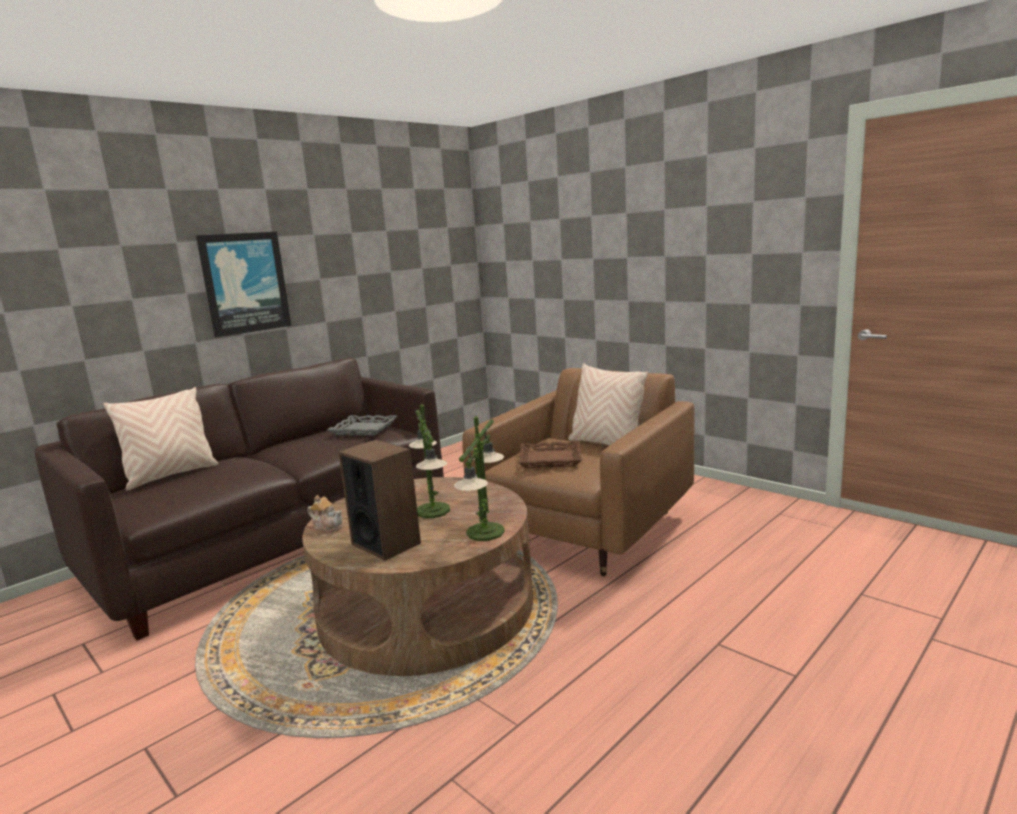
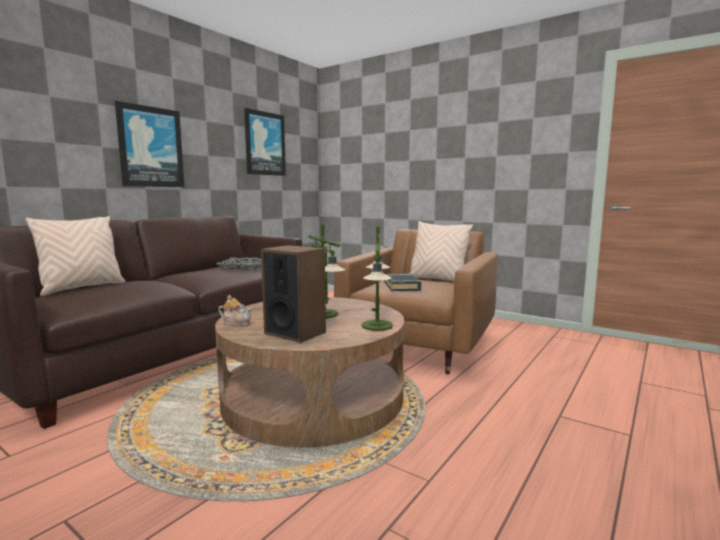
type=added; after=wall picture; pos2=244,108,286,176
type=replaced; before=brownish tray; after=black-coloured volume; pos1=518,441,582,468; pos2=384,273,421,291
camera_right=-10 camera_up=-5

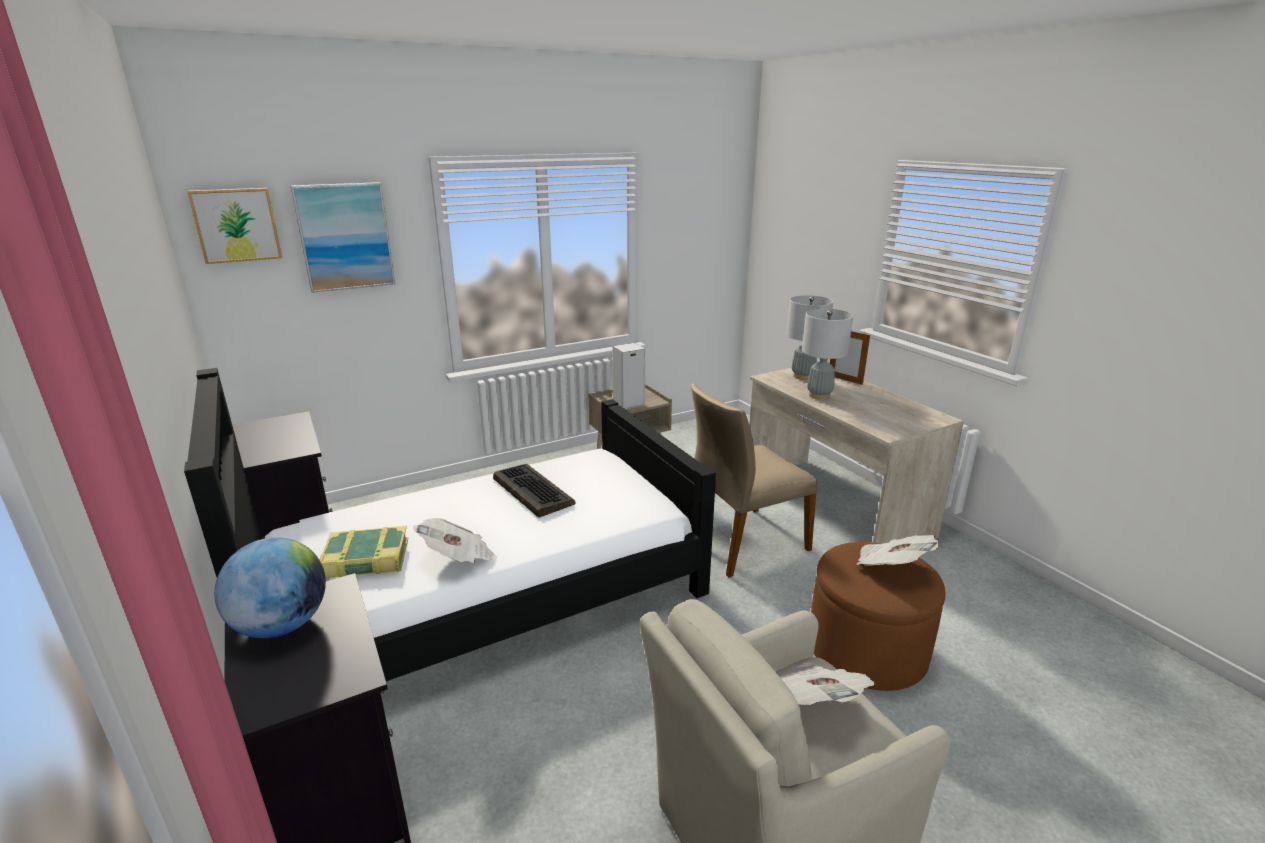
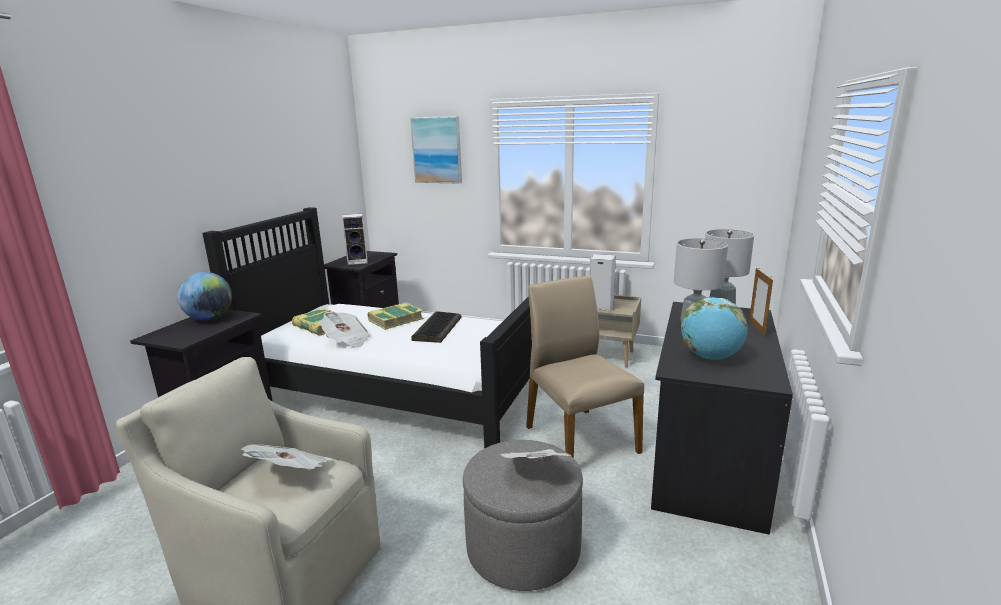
type=removed; before=wall picture; pos1=187,188,282,264
type=added; after=audio speaker; pos2=342,214,368,265
type=added; after=volume; pos2=368,302,424,330
type=added; after=world globe; pos2=681,297,748,360
type=recoloured; before=beige-coloured desk table; after=black-coloured desk table; pos1=749,368,964,544; pos2=651,302,793,535
type=recoloured; before=brownish ottoman; after=grey ottoman; pos1=811,542,946,691; pos2=463,440,583,591
type=turned; before=beige-coloured chair; pos1=691,383,817,578; pos2=526,276,644,458; turn=45
camera_right=50 camera_up=-5

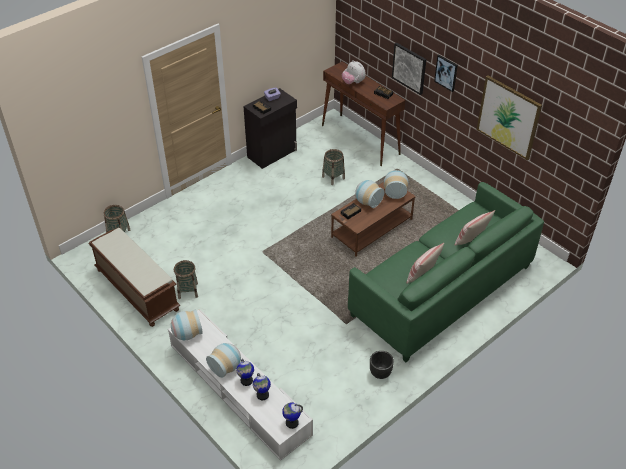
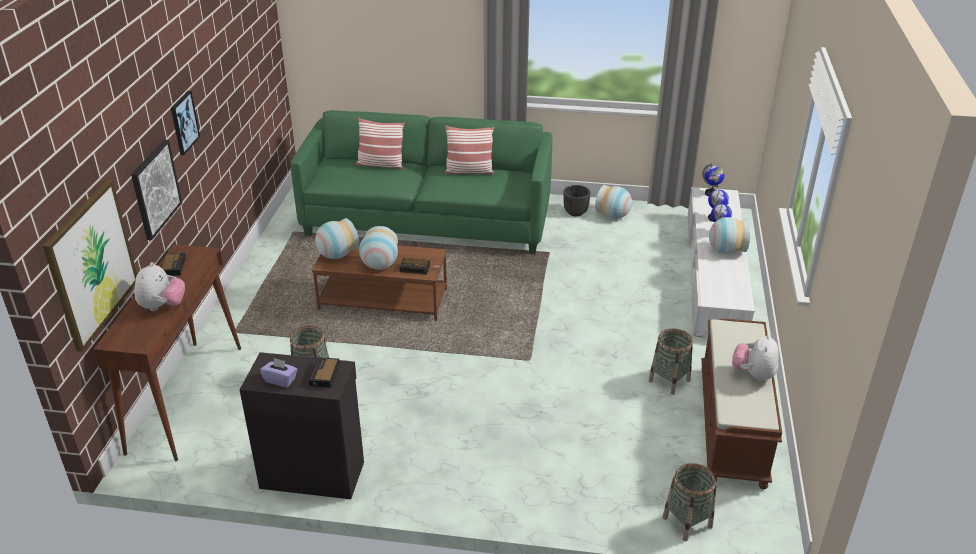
type=added; after=plush toy; pos2=732,334,779,381
type=moved; before=decorative vase; pos1=171,309,203,340; pos2=595,185,632,219
type=moved; before=wall picture; pos1=477,76,542,160; pos2=43,180,137,352
camera_right=-130 camera_up=-10

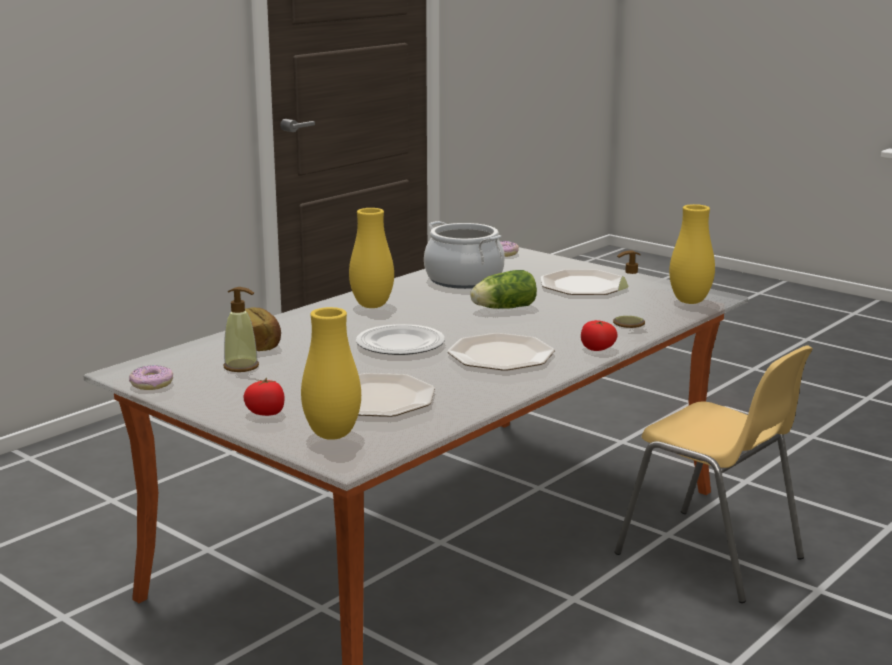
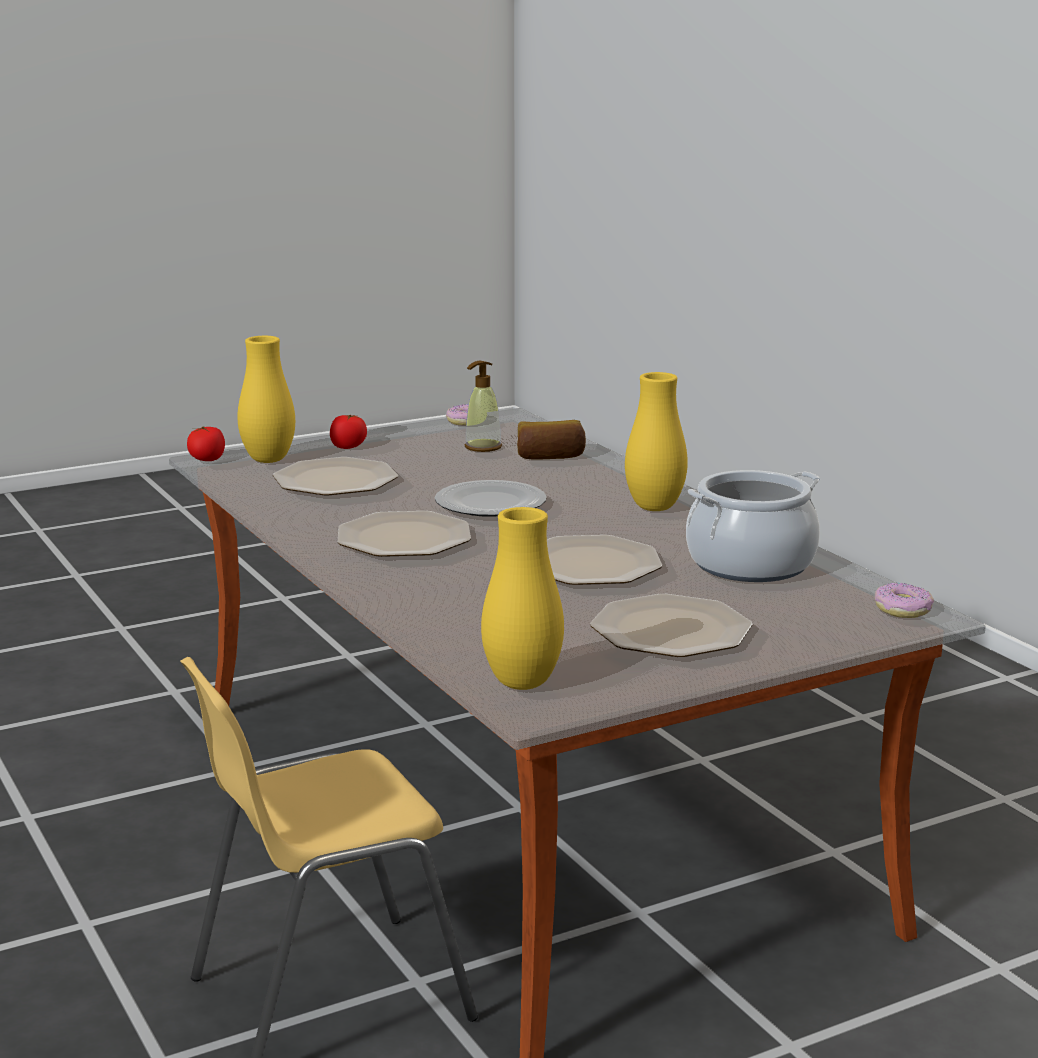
type=removed; before=liquid soap bottle; pos1=613,250,645,328
type=moved; before=fresh tomato; pos1=581,320,618,351; pos2=187,427,225,461
type=replaced; before=lettuce; after=dinner plate; pos1=470,270,537,309; pos2=547,535,662,585
camera_right=110 camera_up=0

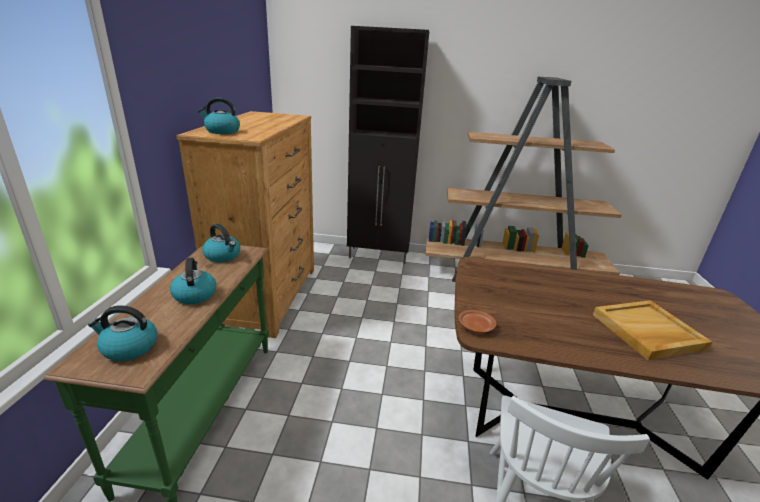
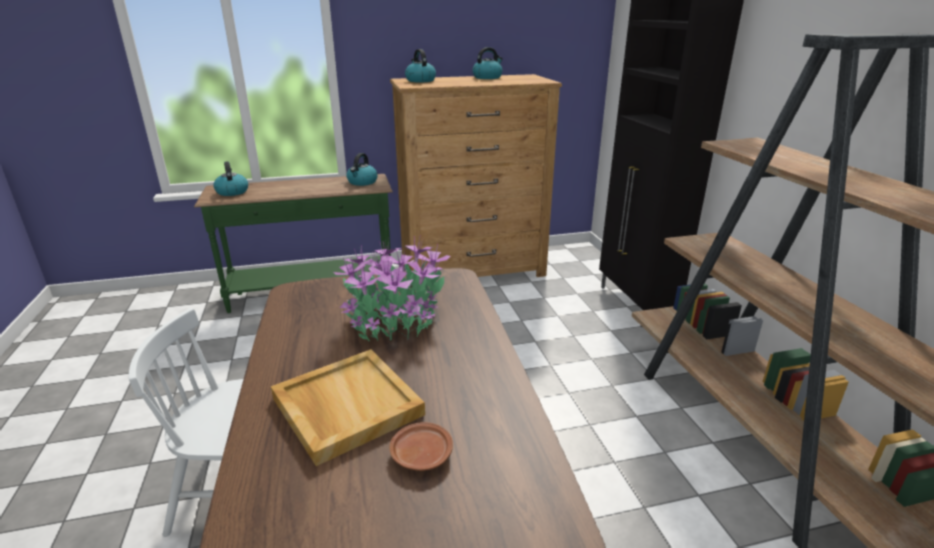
type=added; after=potted plant; pos2=334,237,451,341
type=moved; before=kettle; pos1=170,258,216,304; pos2=473,47,503,79
type=moved; before=brownish dinner plate; pos1=459,310,497,333; pos2=390,422,453,471
camera_right=70 camera_up=0

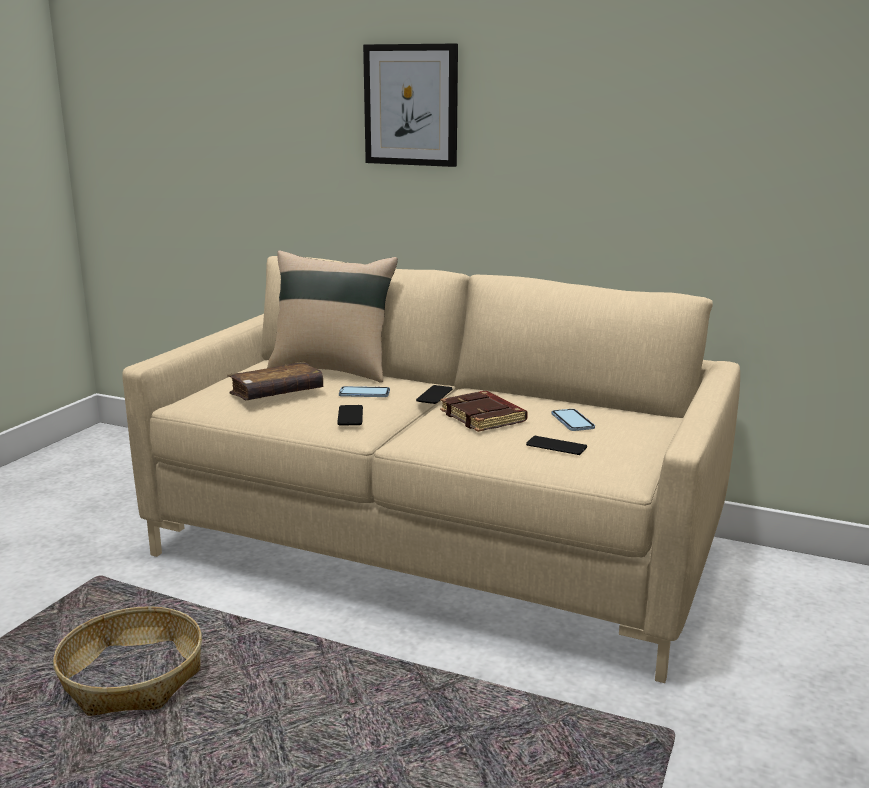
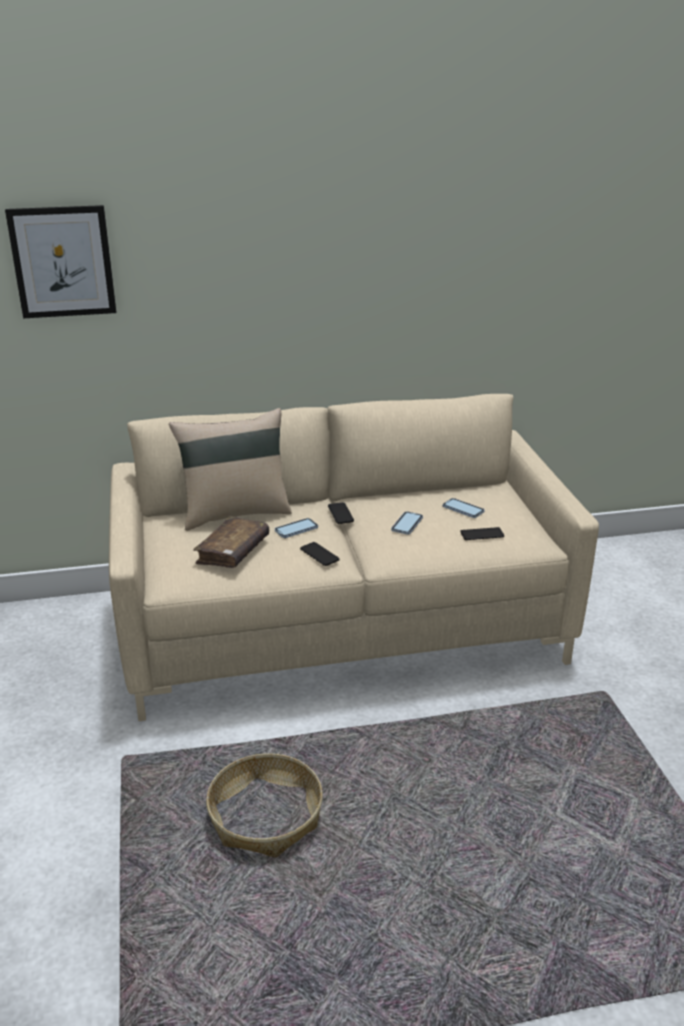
type=moved; before=wall picture; pos1=363,44,458,167; pos2=5,205,116,318
type=replaced; before=brownish volume; after=handset; pos1=440,391,528,432; pos2=391,512,423,535
camera_right=-35 camera_up=10

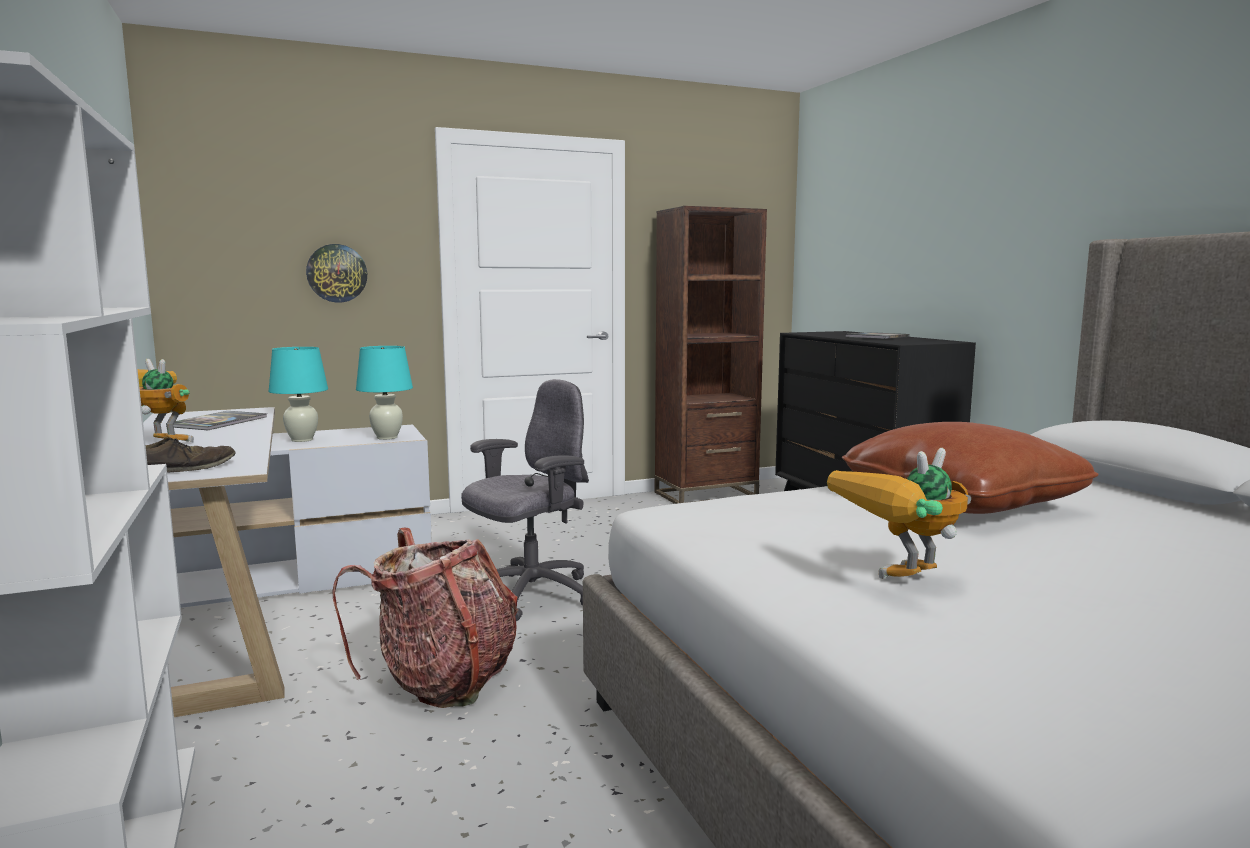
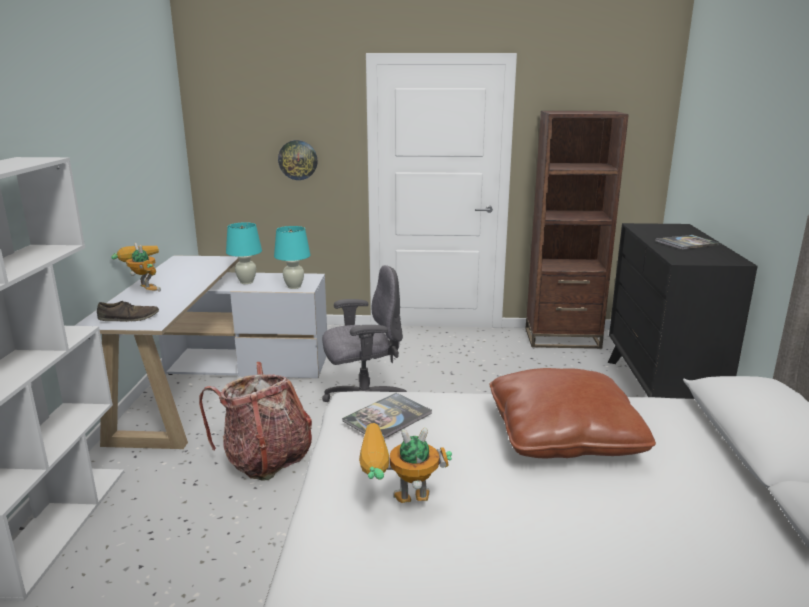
type=moved; before=volume; pos1=166,411,267,430; pos2=342,393,432,439
camera_right=25 camera_up=10

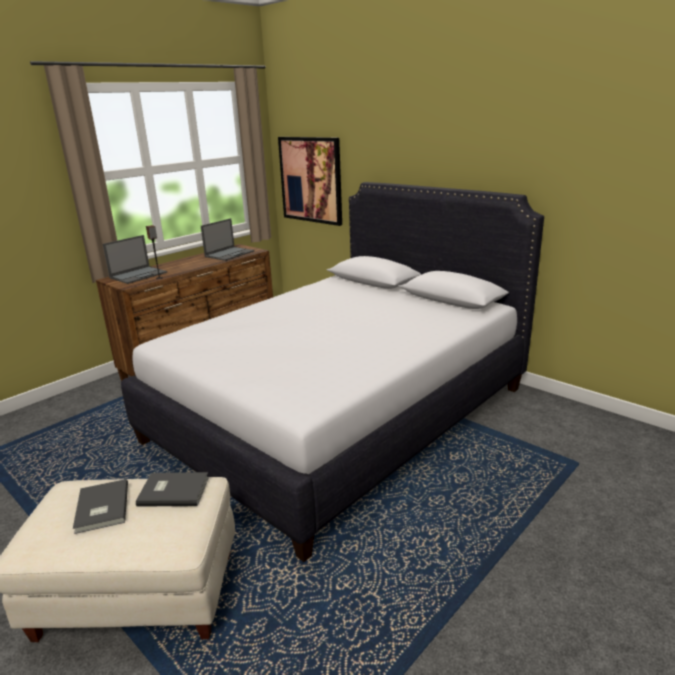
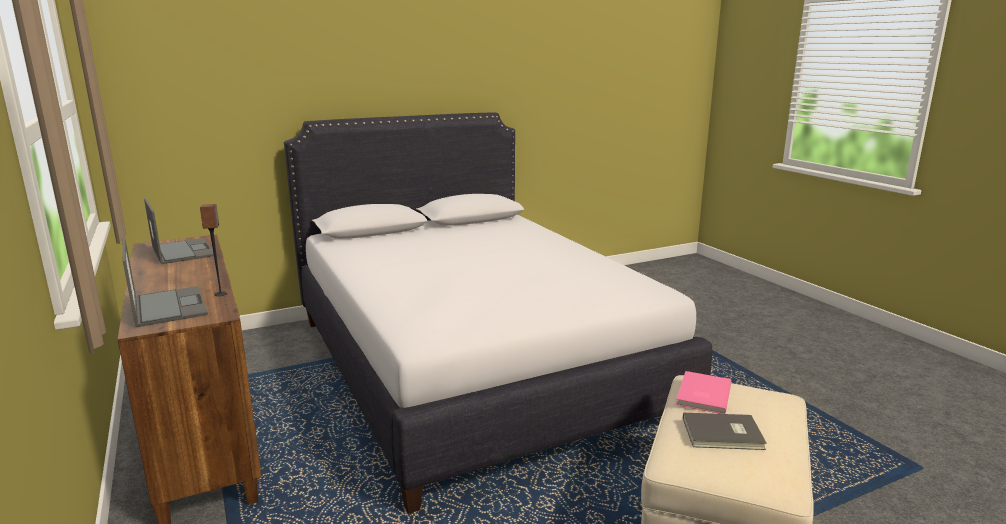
type=removed; before=wall picture; pos1=278,137,342,226
type=recoloured; before=grey volume; after=pink-coloured volume; pos1=136,472,209,507; pos2=676,371,731,414
camera_right=-70 camera_up=-5

